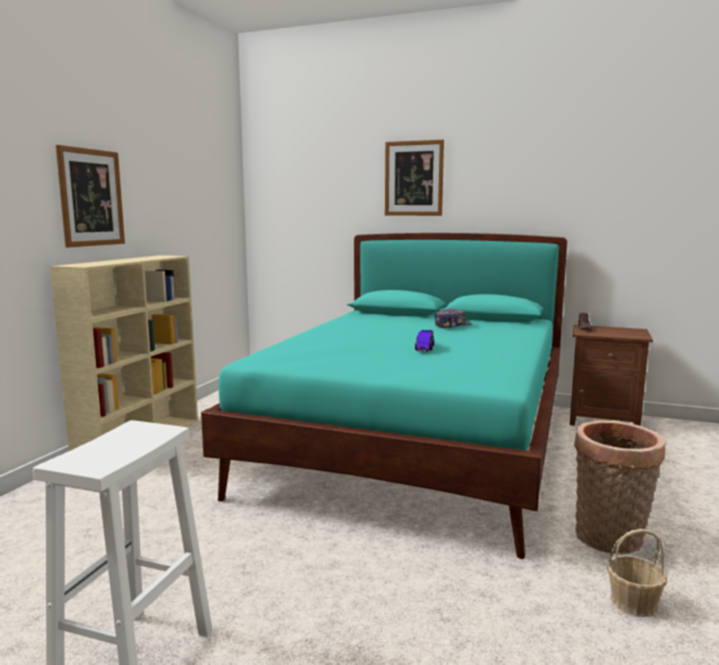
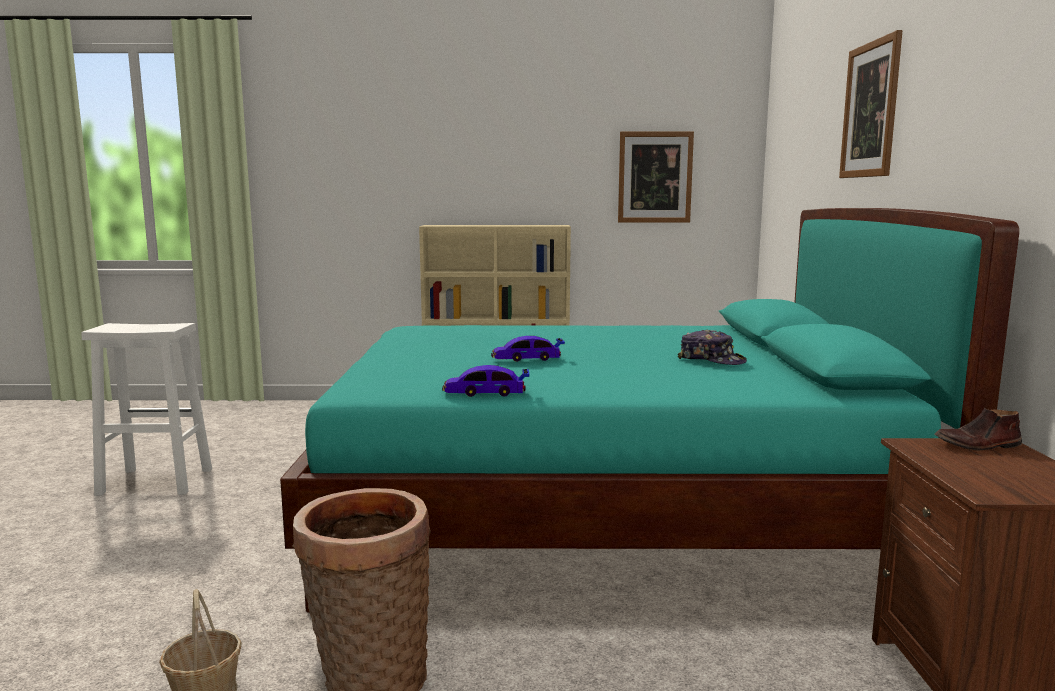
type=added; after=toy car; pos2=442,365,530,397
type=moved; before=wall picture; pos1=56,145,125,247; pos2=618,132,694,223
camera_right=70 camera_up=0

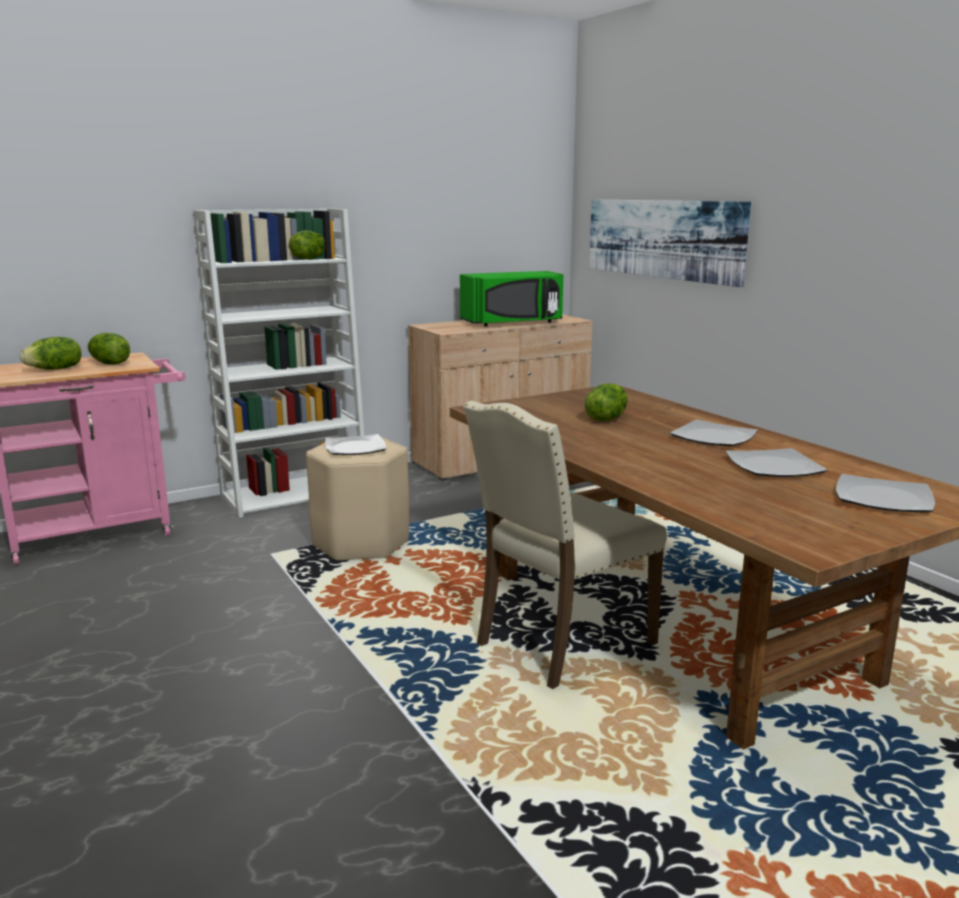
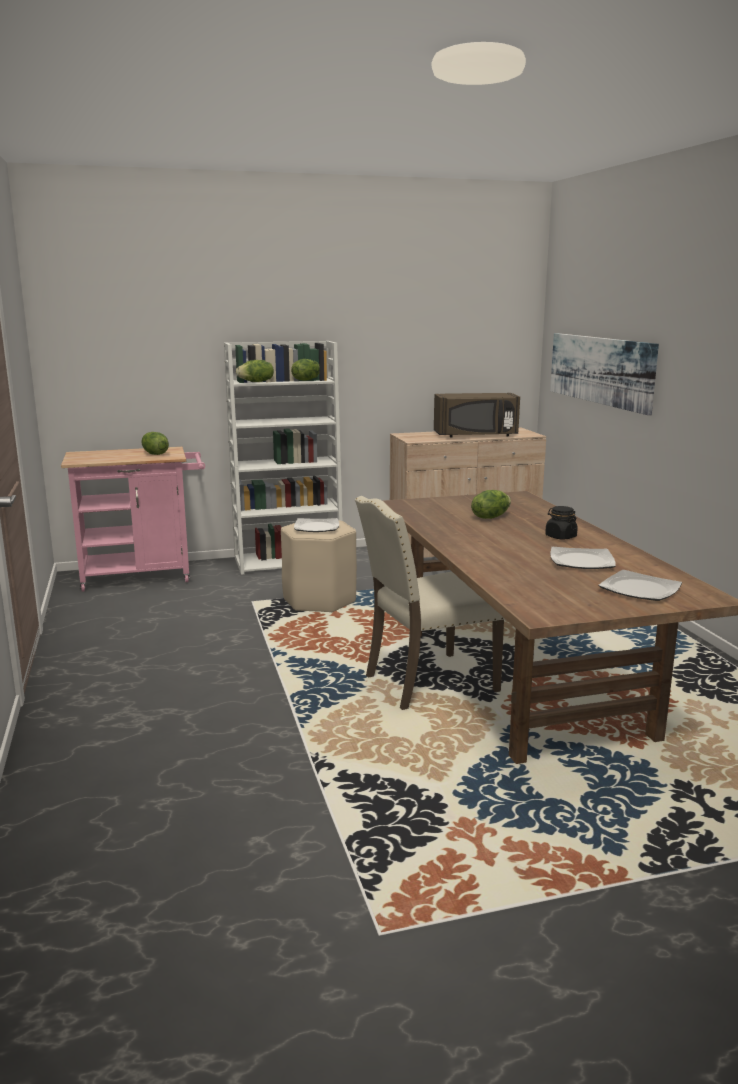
type=moved; before=lettuce; pos1=20,337,82,369; pos2=236,360,274,382
type=replaced; before=dinner plate; after=black-coloured jar; pos1=670,419,758,446; pos2=545,506,578,540
type=recoloured; before=green microwave oven; after=brownish microwave oven; pos1=460,271,563,326; pos2=434,393,520,438
camera_right=15 camera_up=0

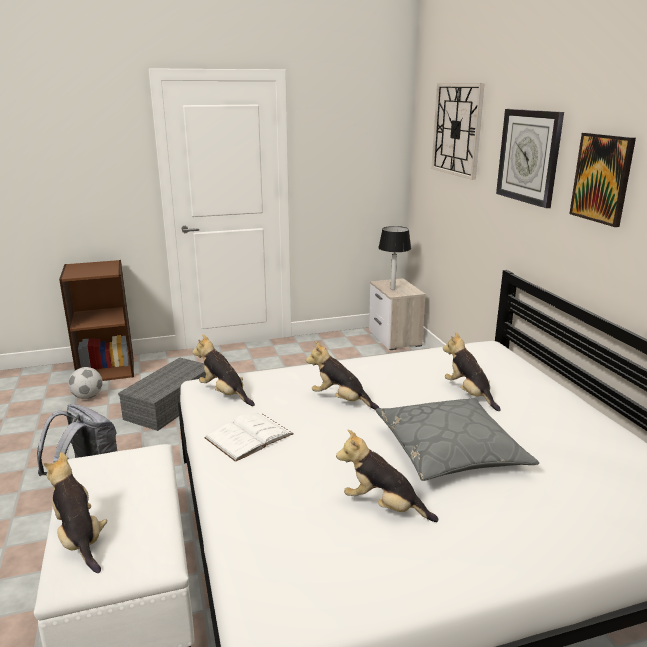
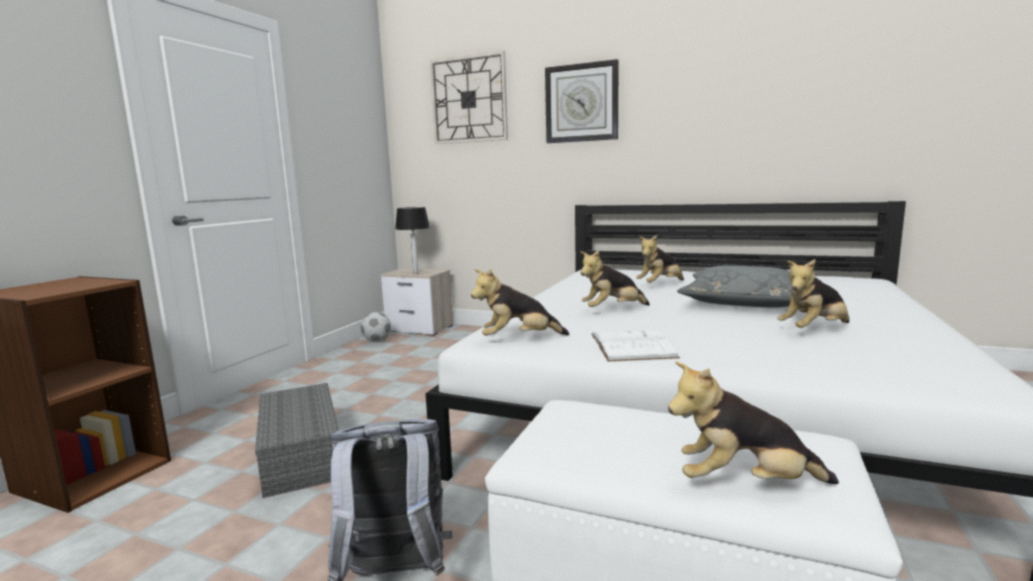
type=removed; before=wall picture; pos1=569,133,636,227
type=moved; before=ball for football; pos1=68,367,103,399; pos2=360,312,391,342
type=turned; before=plush toy; pos1=443,332,501,411; pos2=636,235,684,282; turn=-45
camera_right=-50 camera_up=-10

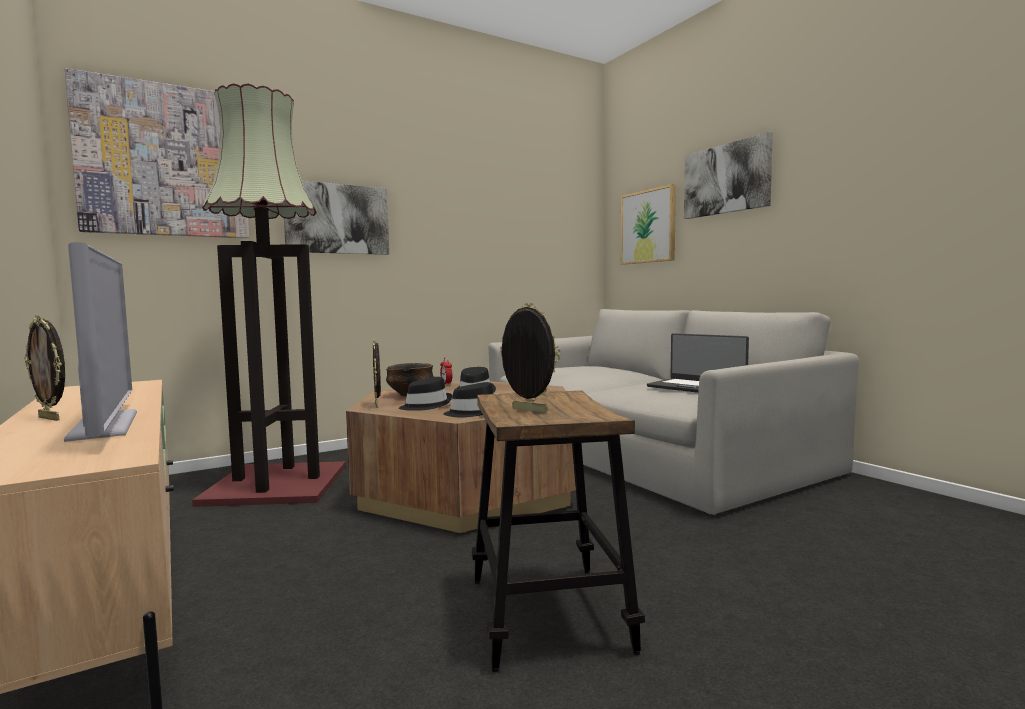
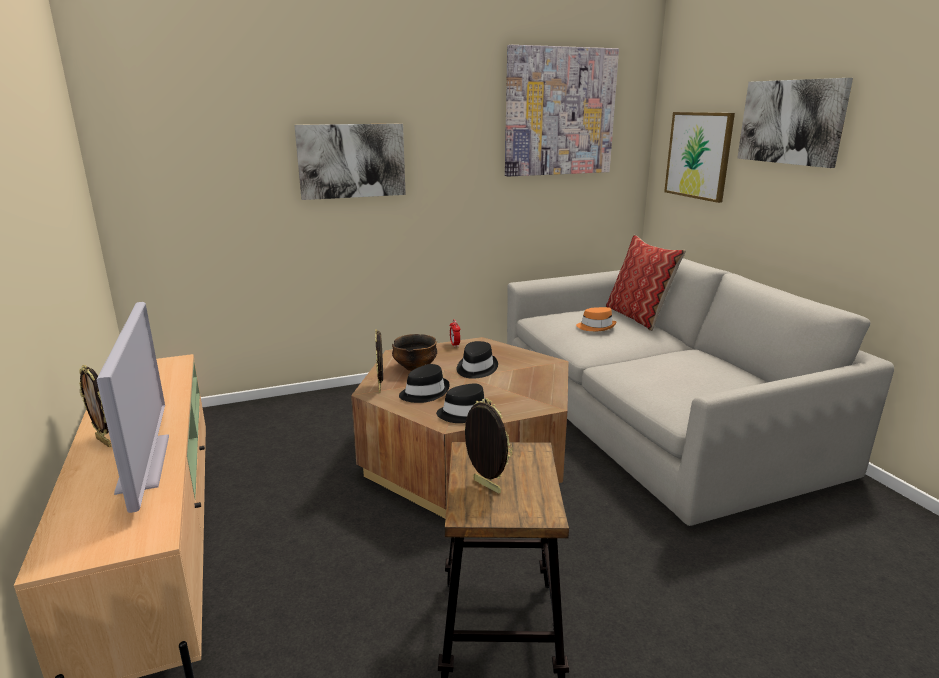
type=removed; before=standing lamp; pos1=192,84,346,507
type=removed; before=portable computer; pos1=647,333,749,393
type=added; after=orangey hat; pos2=576,307,616,331
type=added; after=pillow; pos2=606,235,686,331
type=moved; before=wall picture; pos1=65,68,249,238; pos2=505,45,619,177
camera_right=10 camera_up=15

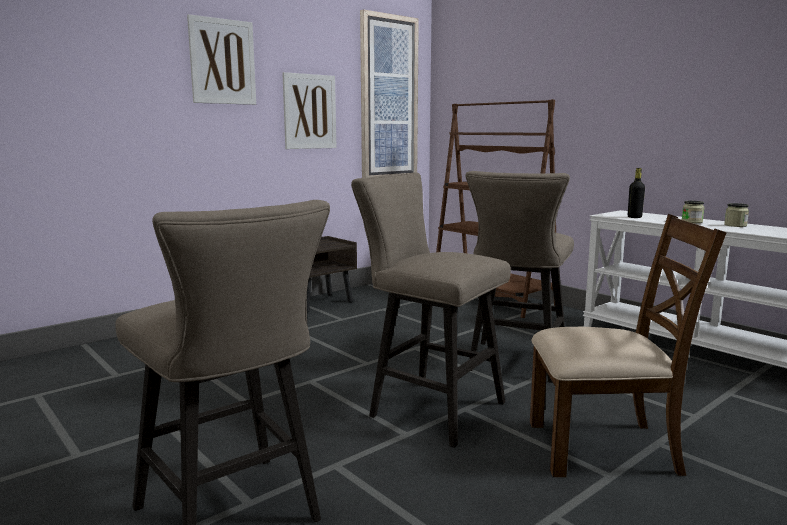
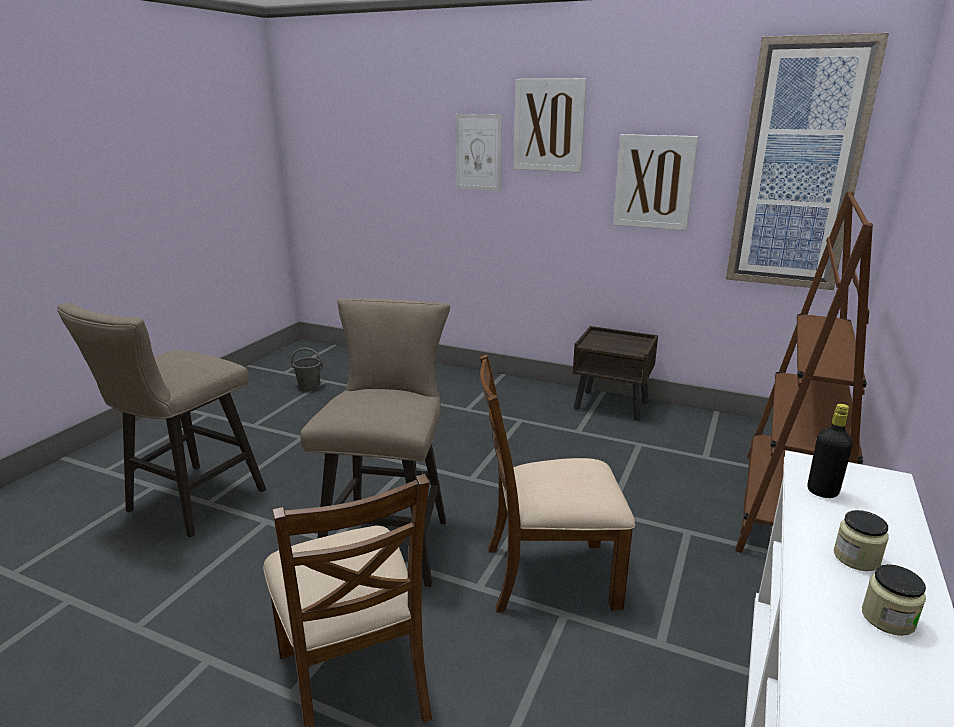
type=added; after=grey pail; pos2=291,348,323,392
type=added; after=wall picture; pos2=455,114,502,191
type=replaced; before=beige-coloured stool; after=brownish chair; pos1=465,171,574,383; pos2=480,354,635,613
camera_right=65 camera_up=10

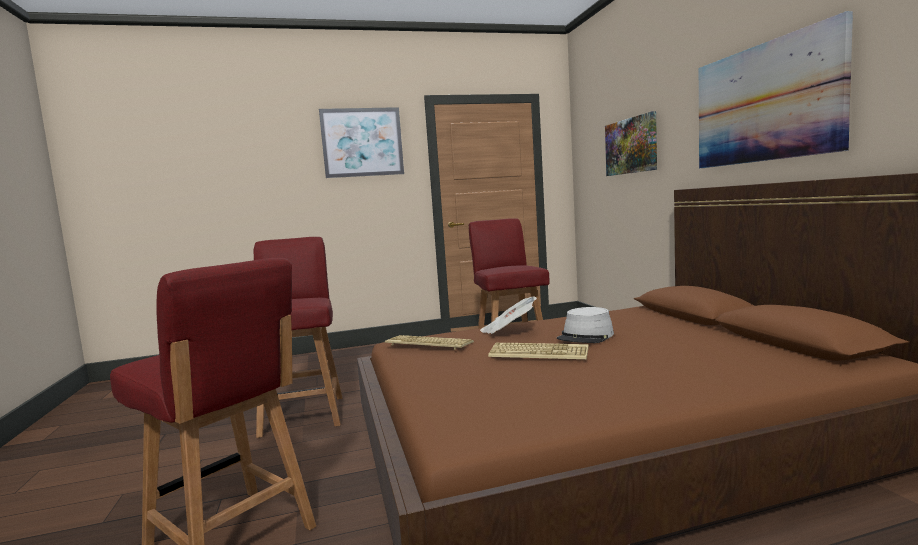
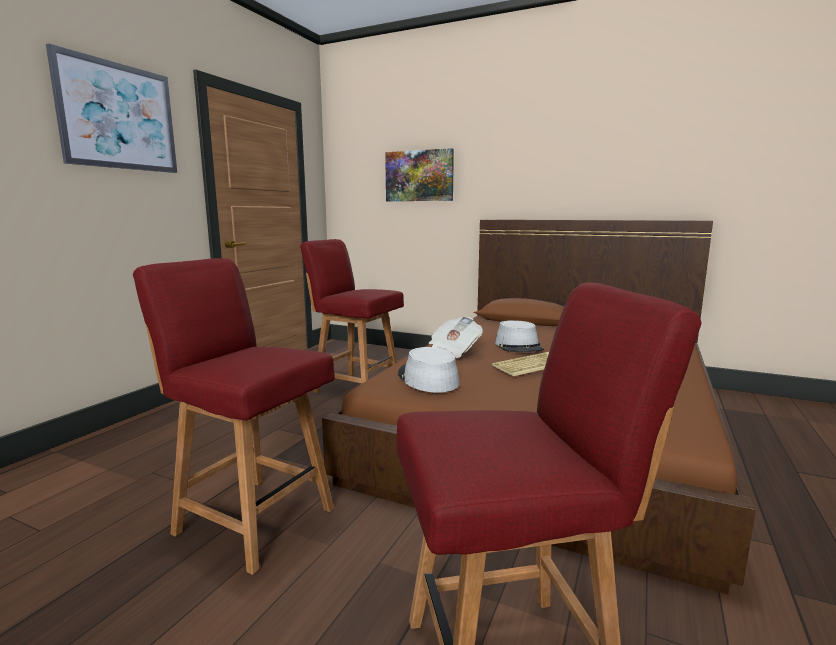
type=removed; before=wall picture; pos1=699,11,853,168
type=replaced; before=keyboard; after=grey hat; pos1=385,335,474,350; pos2=398,347,460,393
camera_right=-50 camera_up=5

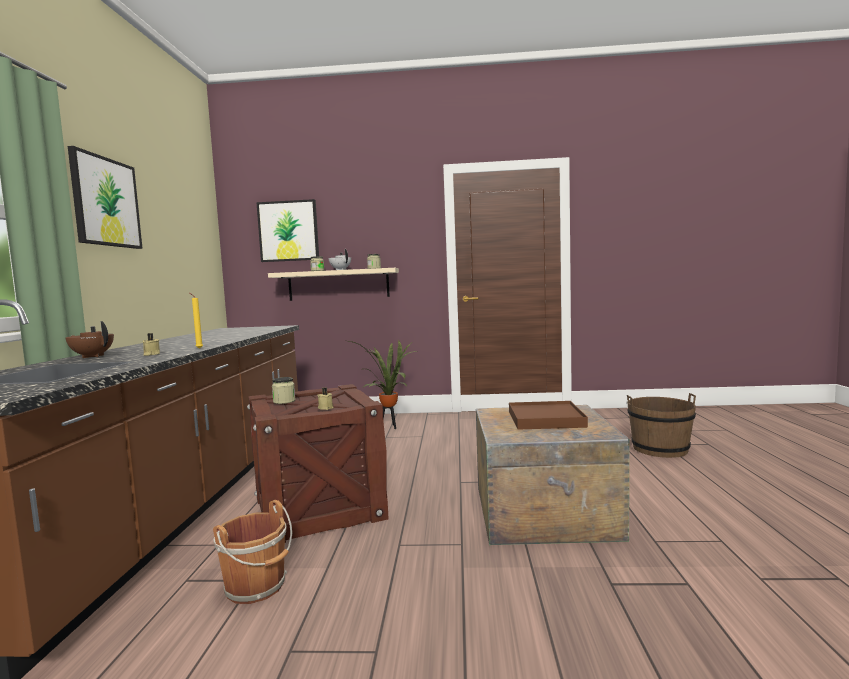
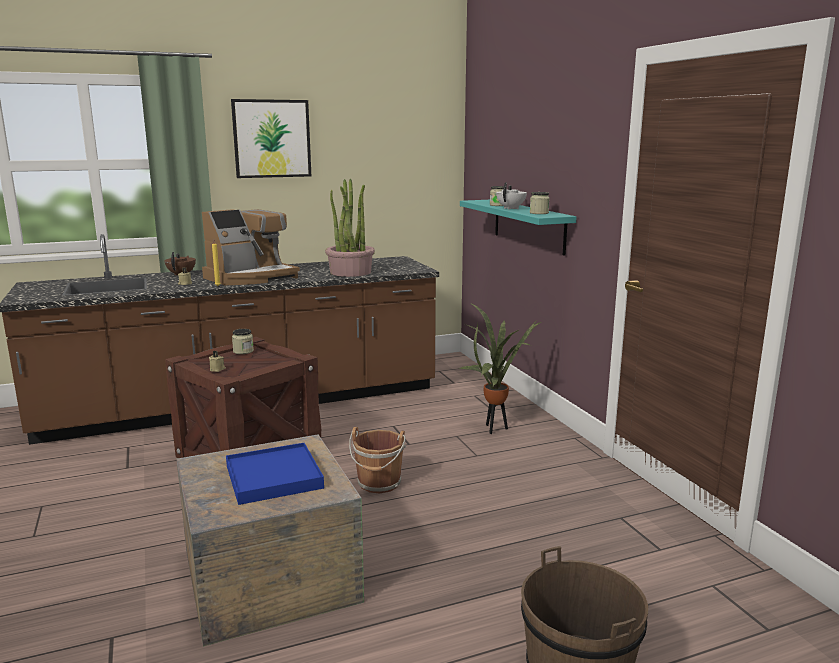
type=removed; before=wall picture; pos1=256,199,319,262
type=added; after=coffee brewer; pos2=202,209,300,285
type=added; after=potted plant; pos2=325,179,375,277
type=moved; before=brownish pail; pos1=213,500,292,604; pos2=349,427,406,493
type=recoloured; before=beige-coloured shelf; after=turquoise shelf; pos1=268,268,399,301; pos2=460,200,576,256
type=recoloured; before=brownish tray; after=bluish tray; pos1=509,401,588,429; pos2=226,443,324,505
camera_right=65 camera_up=10

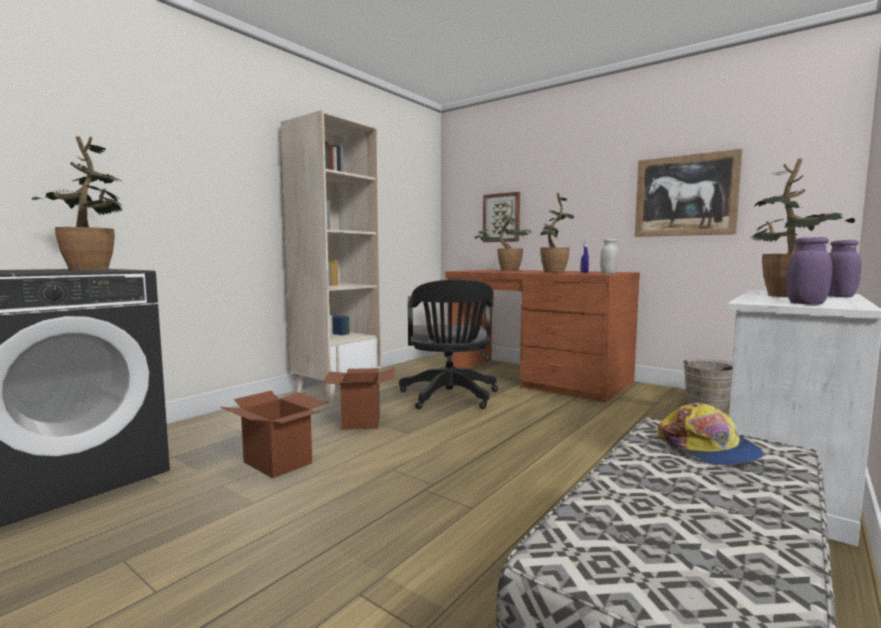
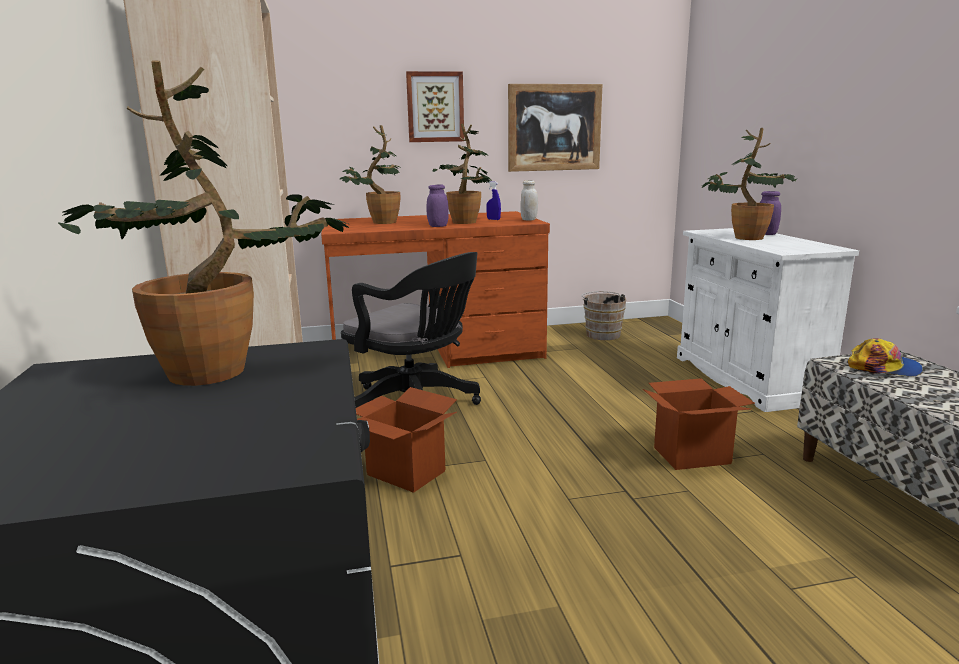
type=moved; before=carton; pos1=221,391,328,478; pos2=643,378,755,470
type=moved; before=wall picture; pos1=483,192,520,242; pos2=406,71,464,142
type=moved; before=purple-coloured jar; pos1=786,237,832,304; pos2=427,184,449,227
camera_right=-50 camera_up=10

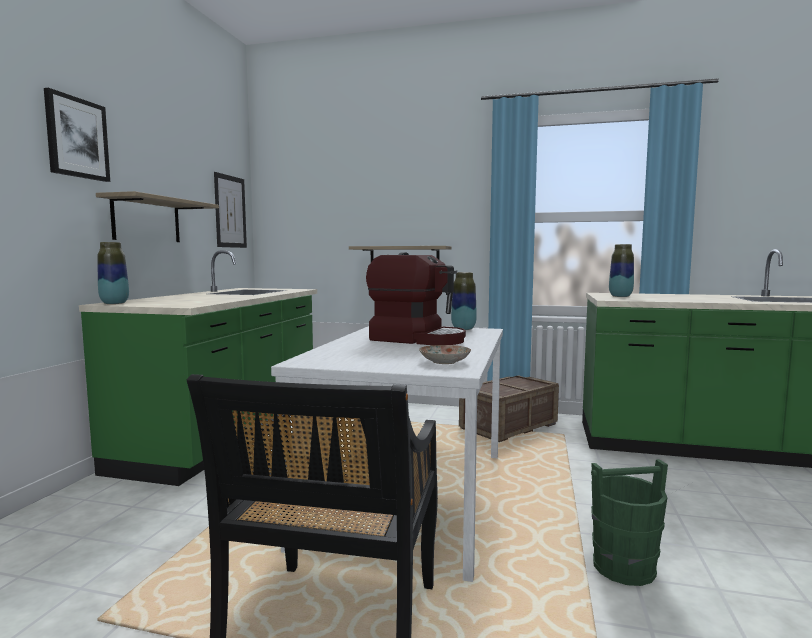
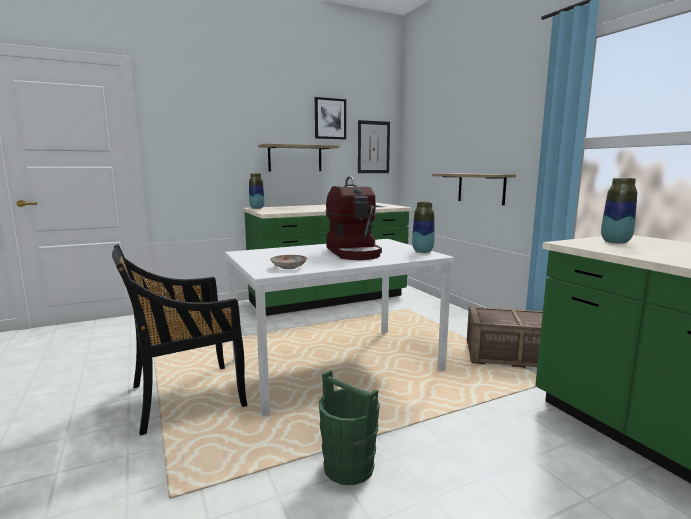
type=moved; before=wall picture; pos1=44,88,110,182; pos2=315,97,346,139
camera_right=50 camera_up=5

